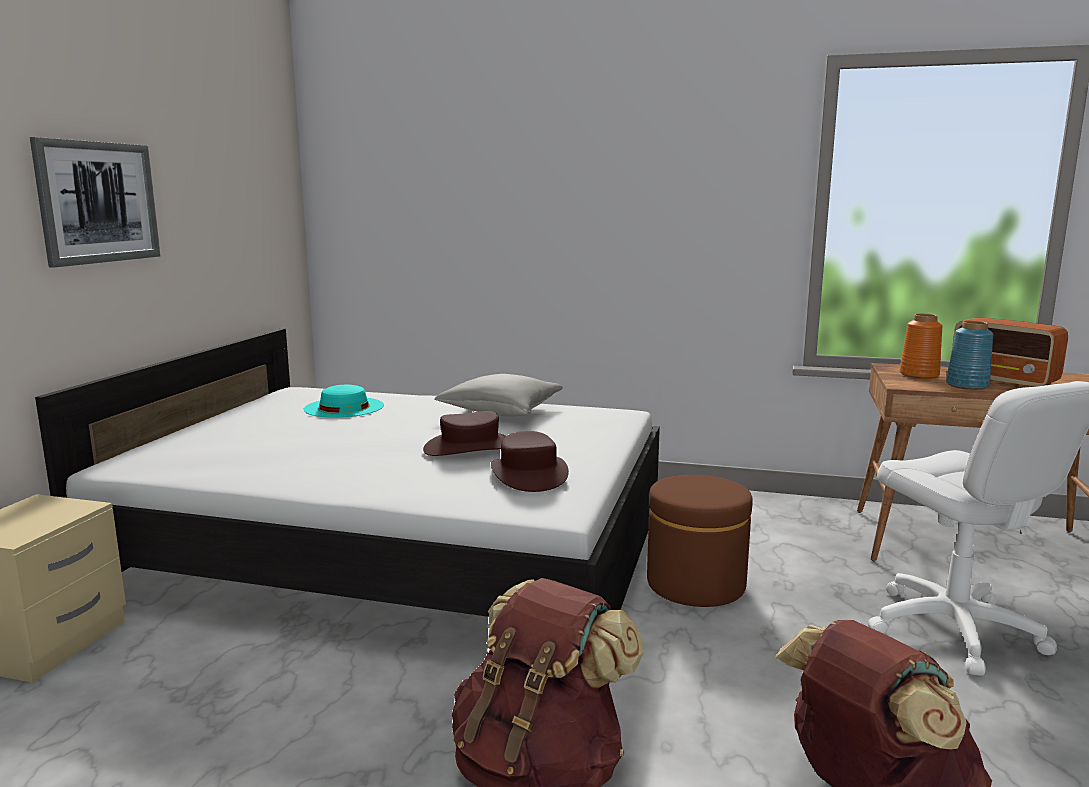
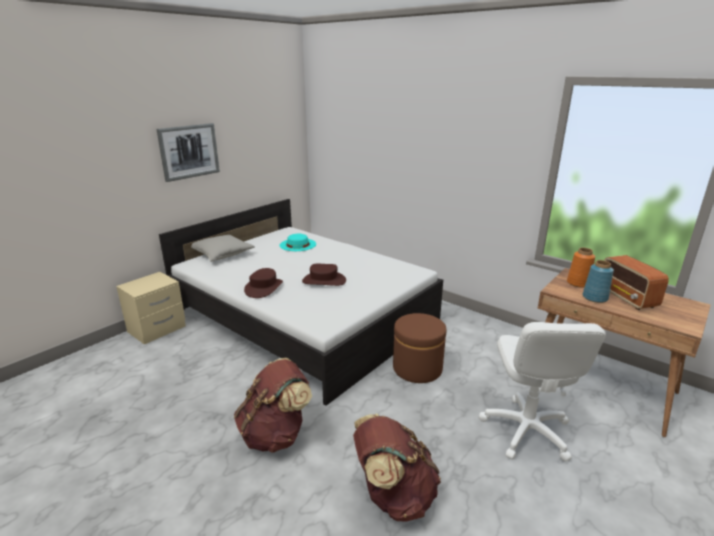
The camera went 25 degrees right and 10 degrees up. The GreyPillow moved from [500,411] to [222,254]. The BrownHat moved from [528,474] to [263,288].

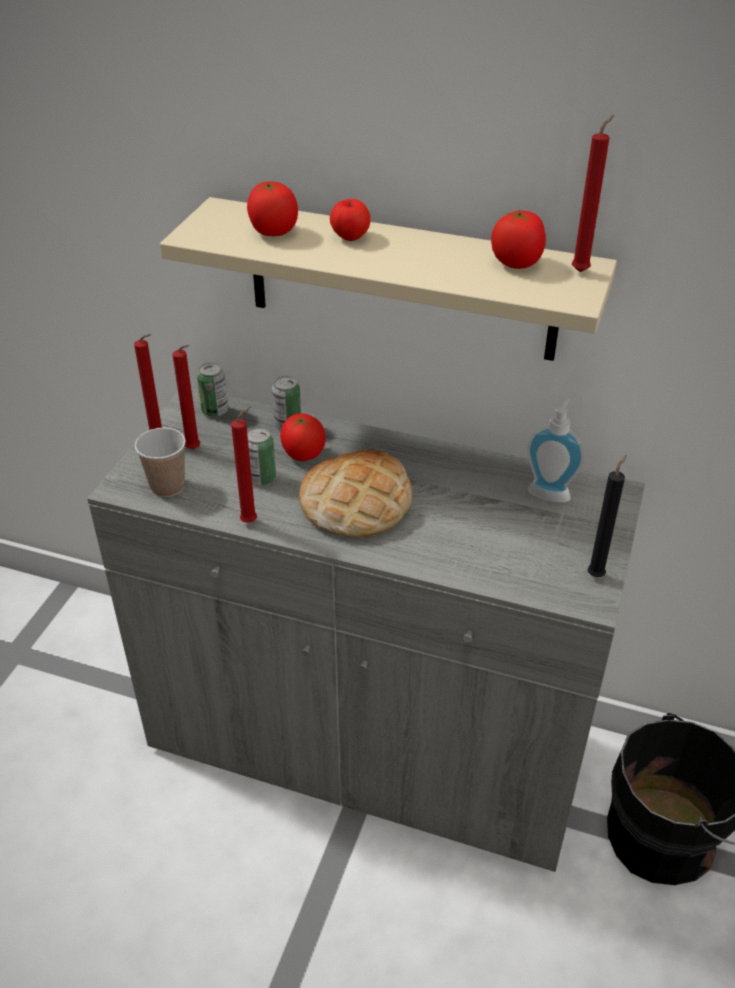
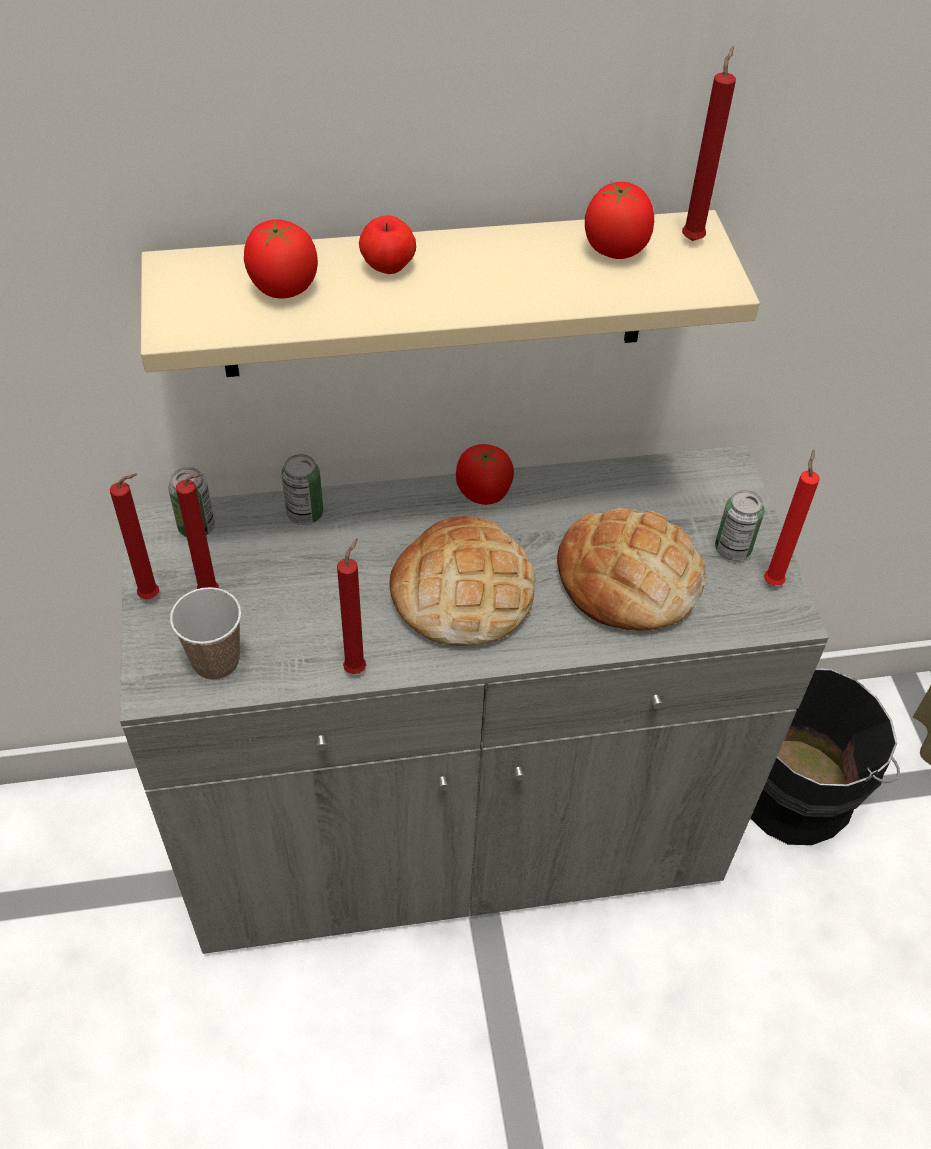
The camera went 30 degrees left and 10 degrees up. The SoapDispenser at [550,491] disappeared. The Tomato moved from [303,454] to [483,493]. The Can moved from [261,478] to [732,549]. The BlackCandle at [597,574] became the RedCandle at [773,580]. The Bread at [629,579] appeared.

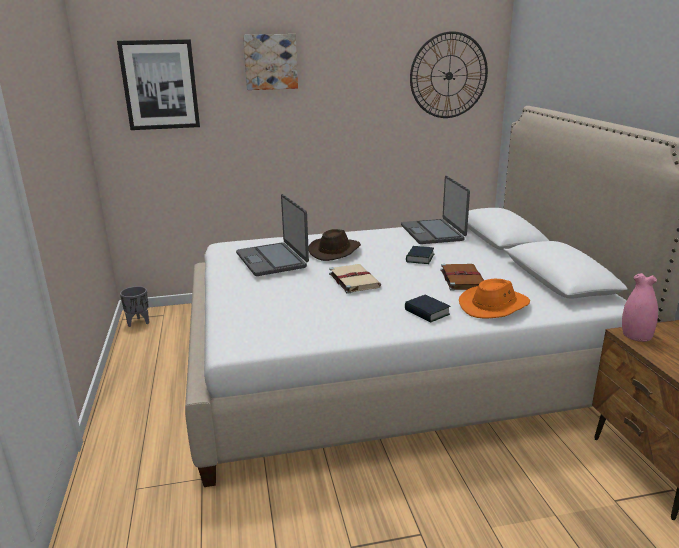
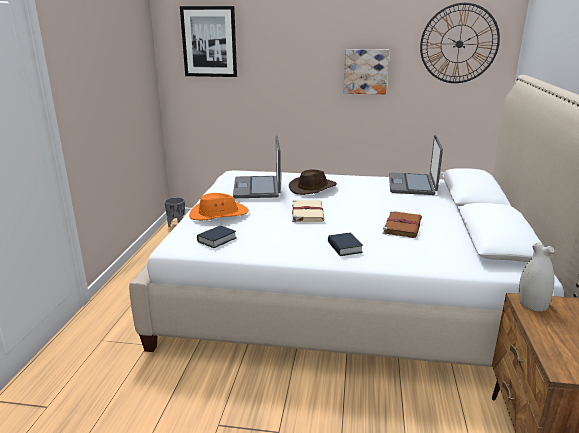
The camera went 20 degrees right and 0 degrees up. The Picture moved from [270,62] to [365,71]. The Book moved from [420,258] to [217,240]. The PinkVase at [635,335] became the WhiteVase at [532,304]. The OrangeHat moved from [494,306] to [218,214].

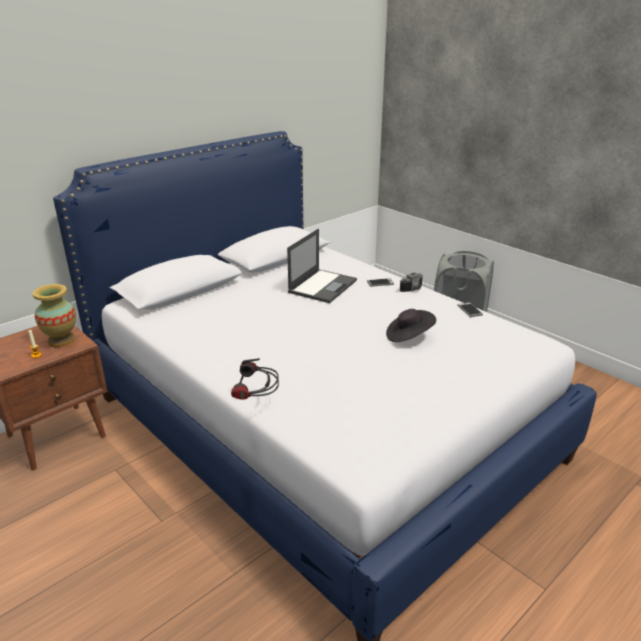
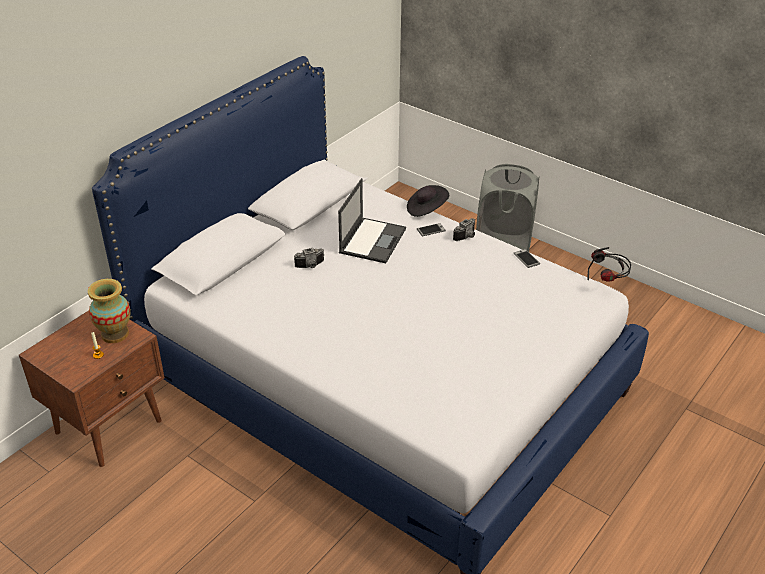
The camera went 10 degrees left and 10 degrees up. The BlackHat moved from [408,336] to [426,209]. The Headphones moved from [256,404] to [607,283]. The PhotoCamera at [310,266] appeared.

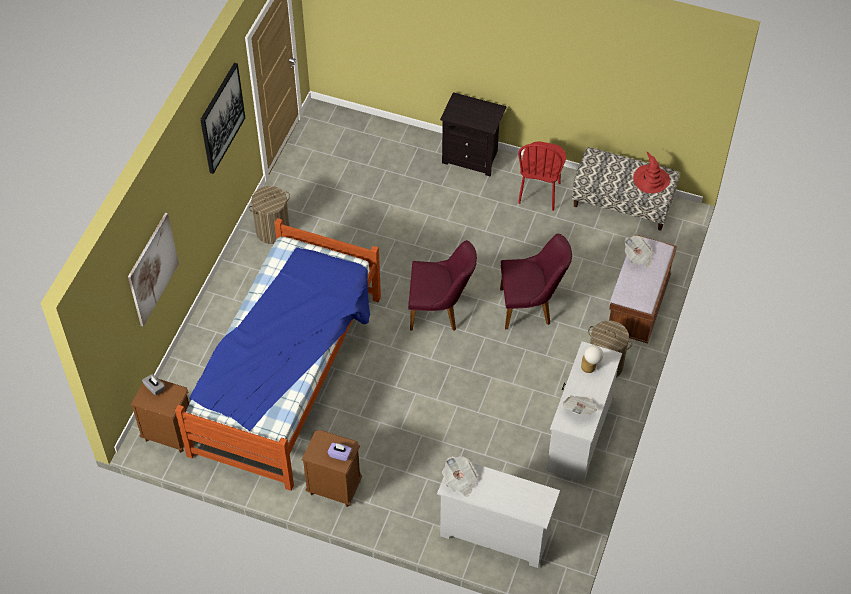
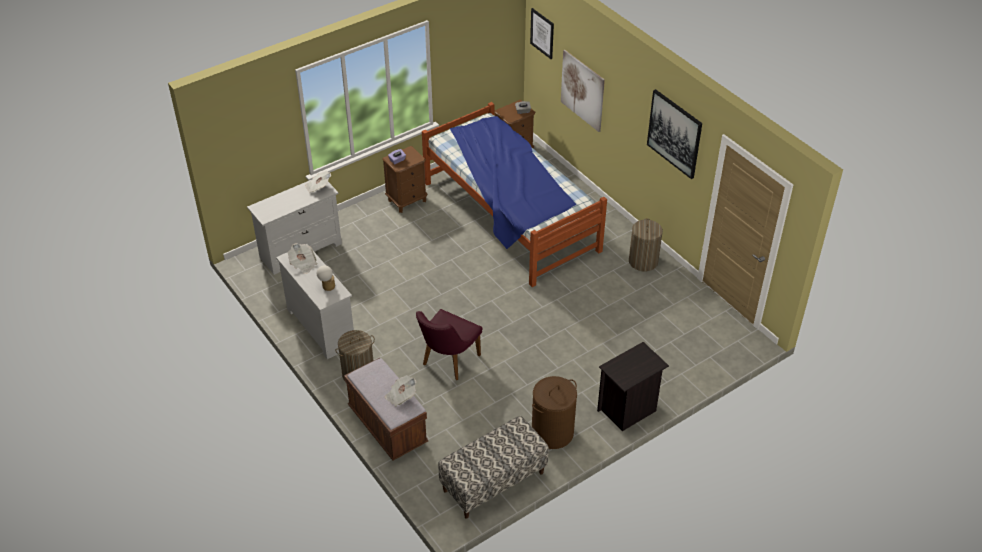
The camera went 125 degrees right and 10 degrees down. The RedChair at [539,193] was replaced by the BrownLaundryBasket at [552,432]. The RedHat at [651,180] disappeared. The PurpleChair at [440,311] disappeared. The Picture at [542,33] appeared.

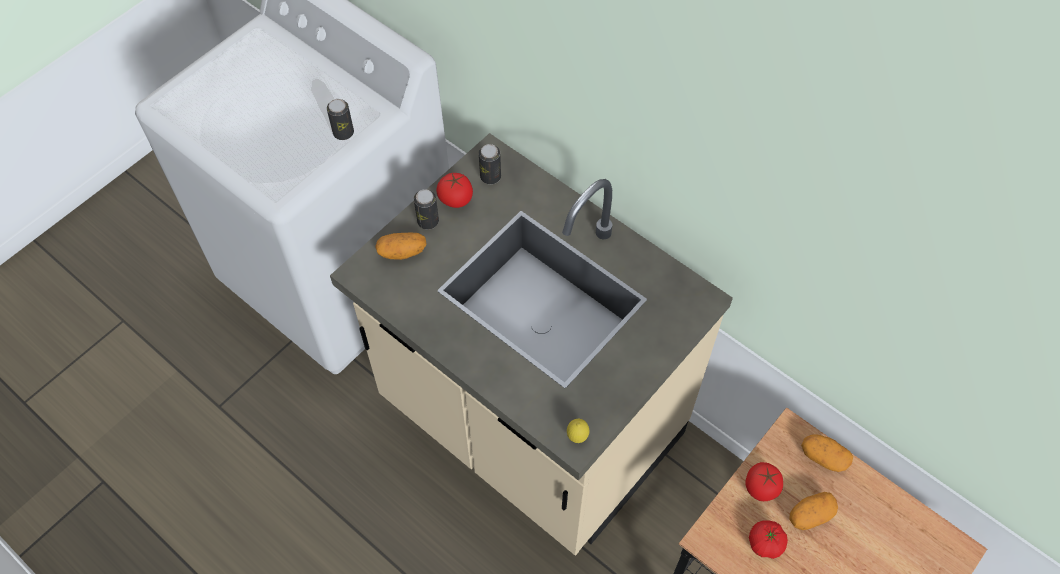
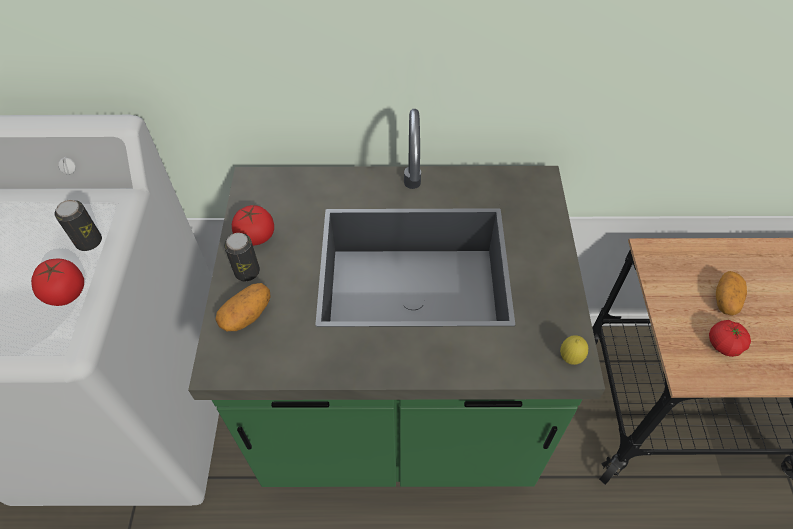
The camera went 40 degrees left and 5 degrees down. The BeigeCounter at [530,423] became the GreenCounter at [398,414]. The Can at [490,177] disappeared. The Potato at [823,457] disappeared. The Tomato moved from [761,487] to [66,292].

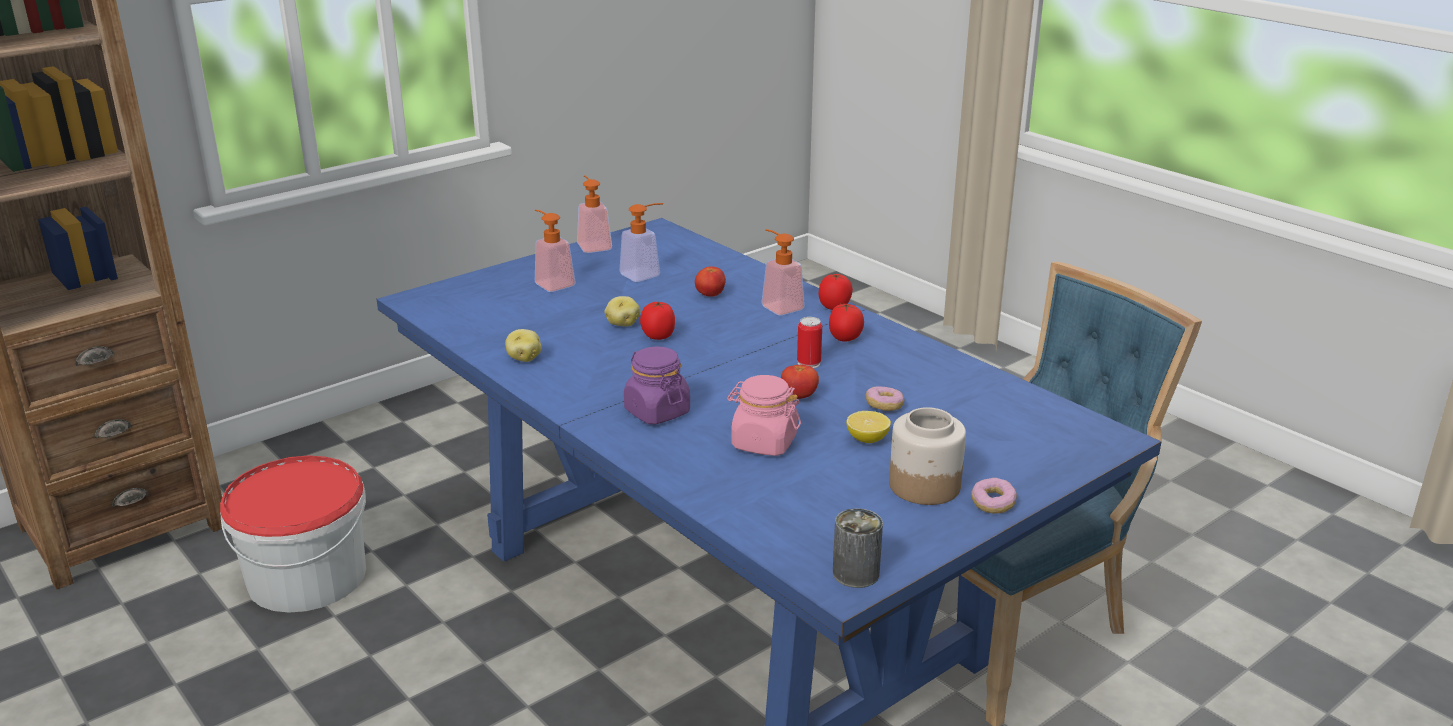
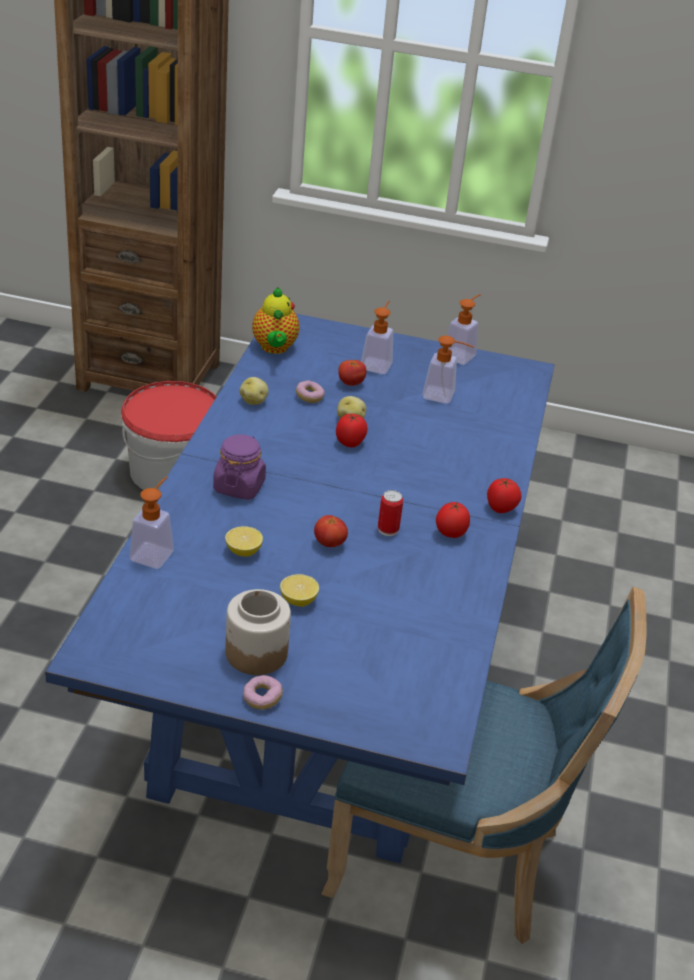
The camera went 50 degrees right and 10 degrees up. The SoapDispenser moved from [778,305] to [155,551]. The Tomato moved from [710,295] to [351,383]. The PinkJar at [763,443] was replaced by the Lemon at [243,551]. The Donut moved from [884,406] to [309,397]. The Can at [856,573] disappeared. The Teapot at [274,348] appeared.

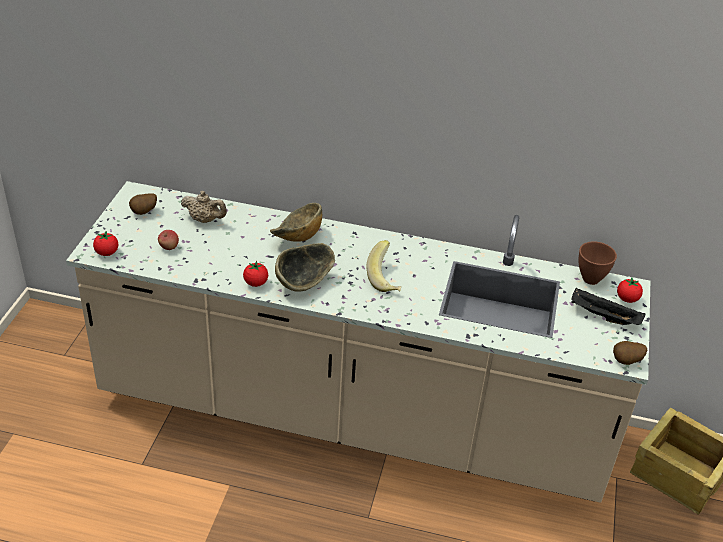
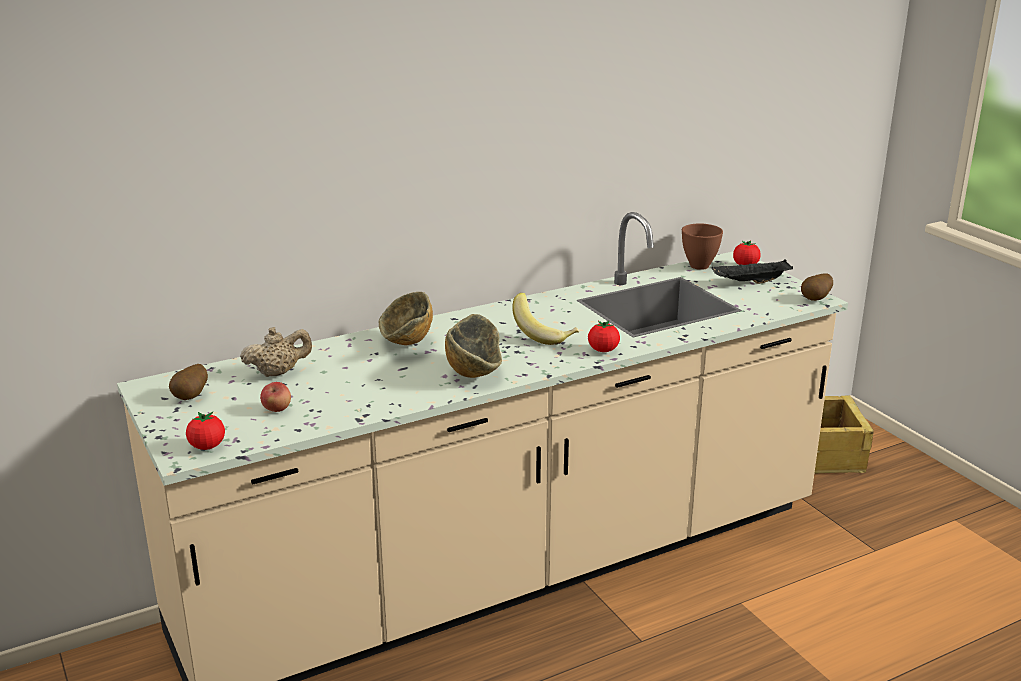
The camera went 40 degrees left and 15 degrees down. The Tomato moved from [255,283] to [603,350].

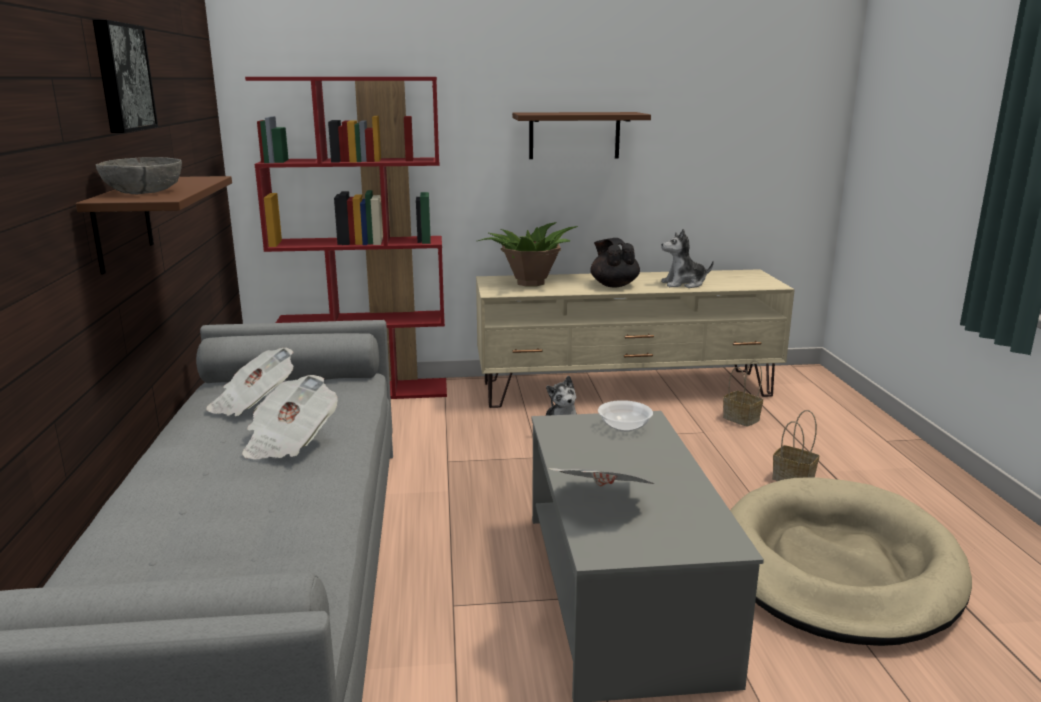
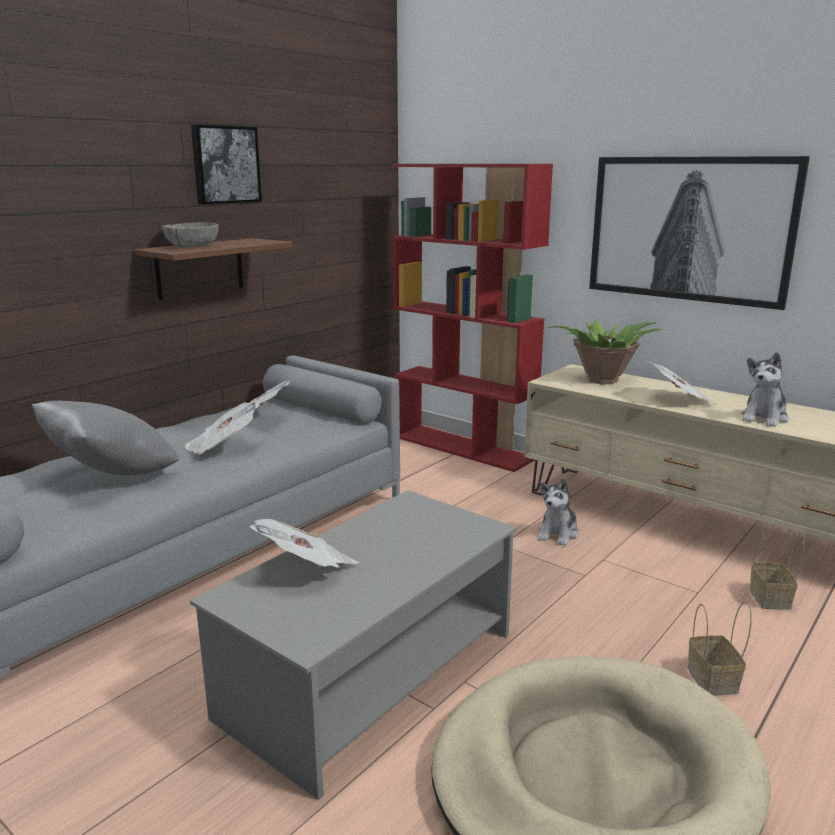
The camera went 45 degrees right and 0 degrees up. The BrownShelf at [574,135] was replaced by the Picture at [688,229]. The PlushToy at [684,284] turned 90 degrees counterclockwise. The BlackTeapot at [613,285] was replaced by the Newspaper at [680,400]. The Bowl at [624,426] disappeared. The GreyPillow at [111,475] appeared.

